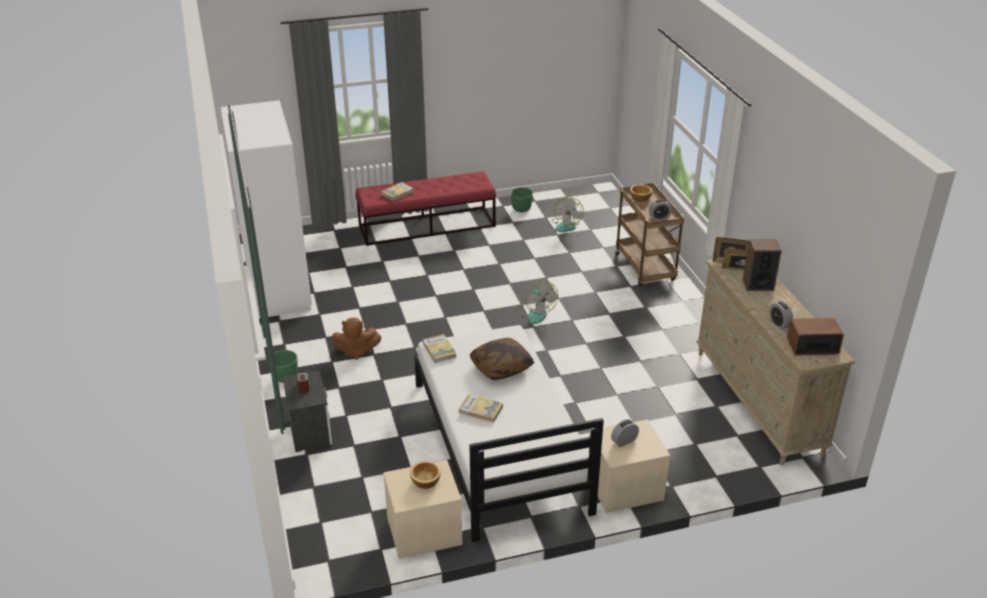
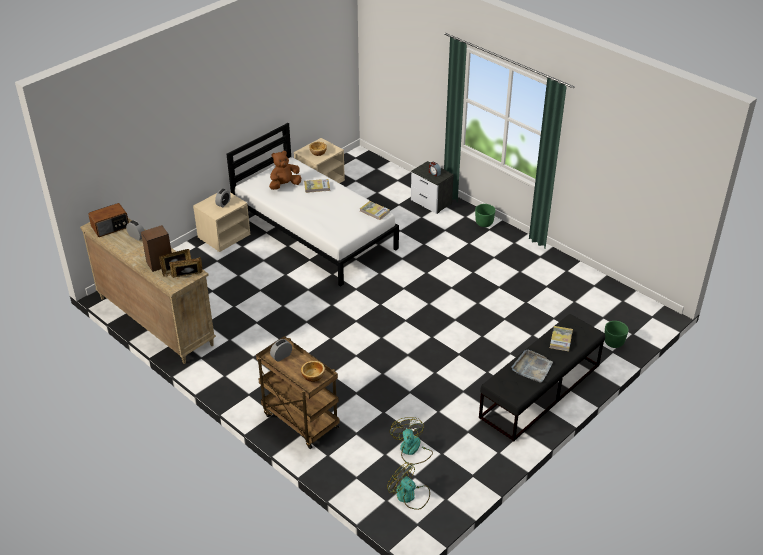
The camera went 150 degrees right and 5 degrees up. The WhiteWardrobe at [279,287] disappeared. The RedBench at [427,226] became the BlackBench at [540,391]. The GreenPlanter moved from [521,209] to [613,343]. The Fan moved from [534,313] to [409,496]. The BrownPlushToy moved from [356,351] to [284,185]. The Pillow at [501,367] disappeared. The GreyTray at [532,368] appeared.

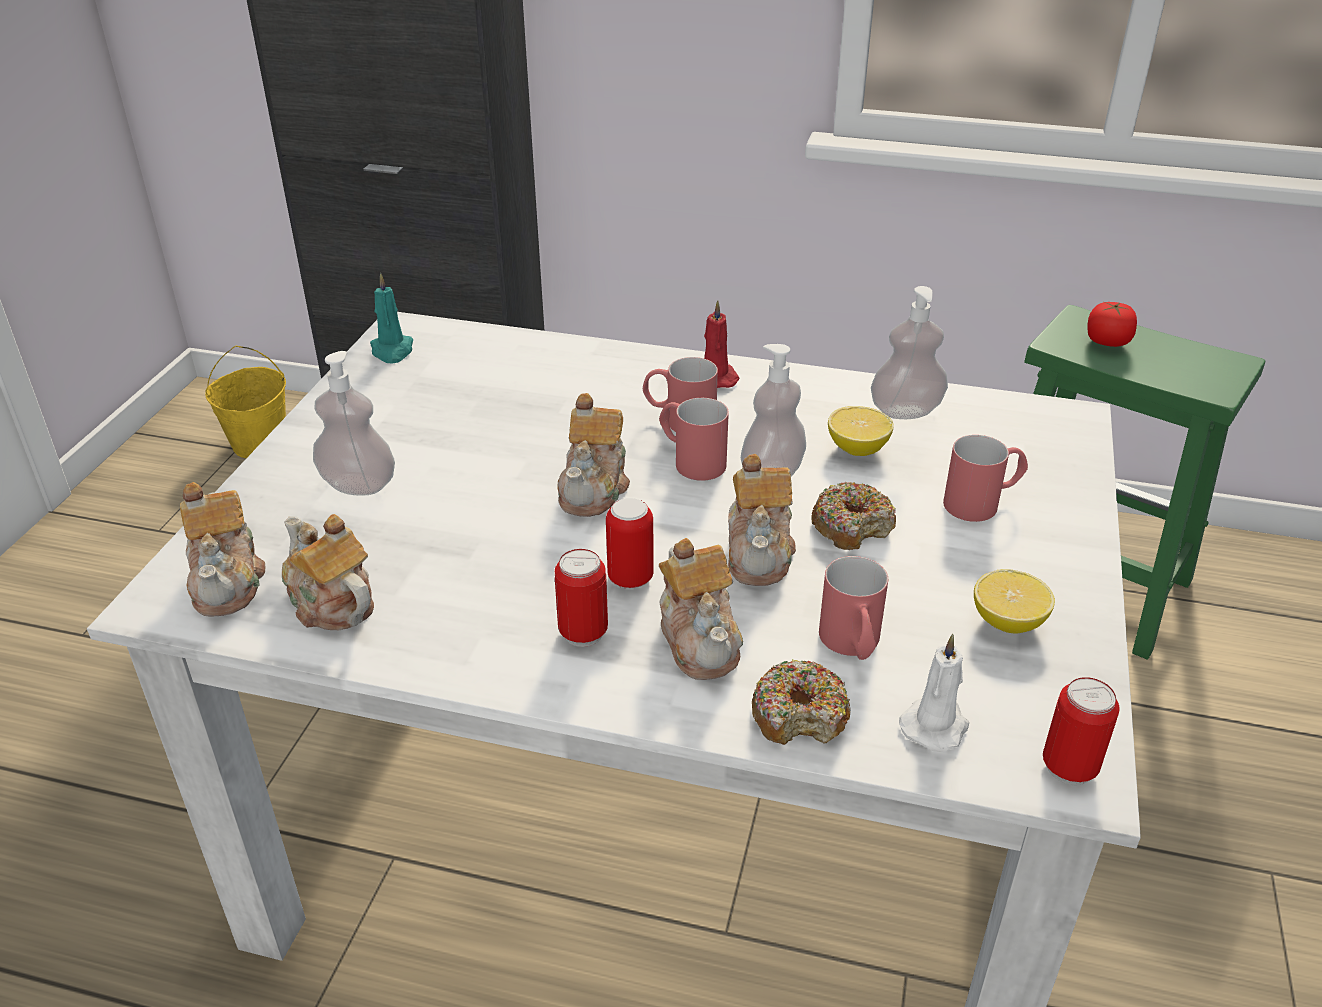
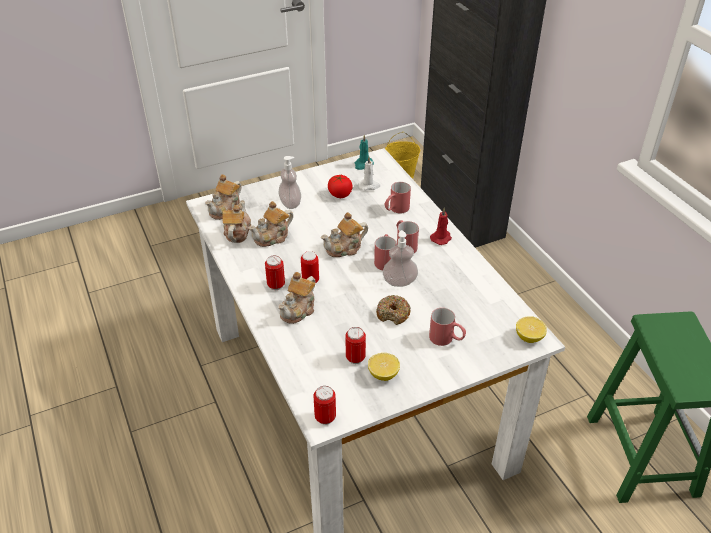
The camera went 50 degrees right and 5 degrees up. The SoapDispenser at [905,411] disappeared. The Tomato moved from [1107,342] to [340,194]. The Lemon moved from [857,448] to [529,337]. The Teapot moved from [760,552] to [272,237]. The RedMug moved from [852,647] to [396,210]. The WhiteCandle moved from [935,724] to [369,186]. The Donut at [800,715] disappeared. The Can at [355,358] appeared.

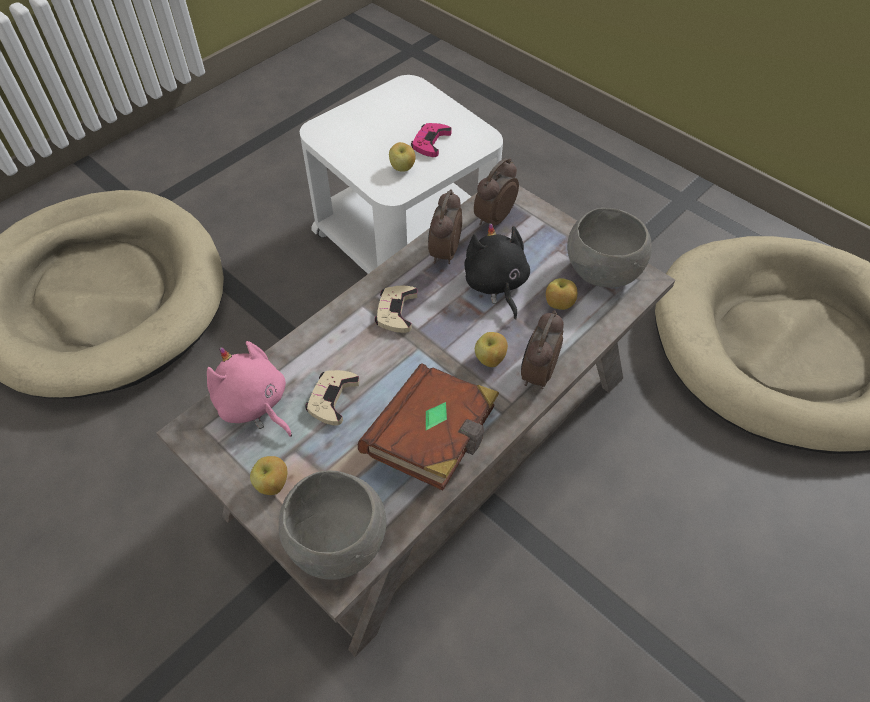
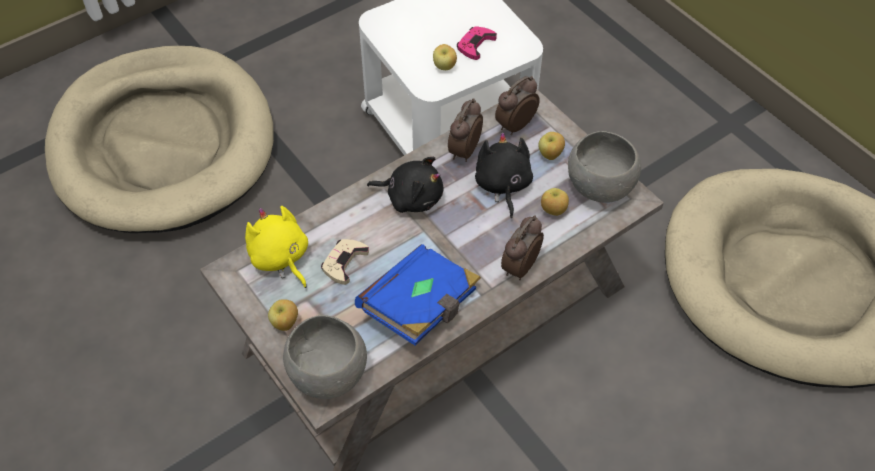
The camera went 10 degrees right and 0 degrees up. The BeigeGameController at [396,311] was replaced by the BlackPlushToy at [411,197]. The Apple moved from [490,360] to [550,155]. The PinkPlushToy at [254,405] became the YellowPlushToy at [280,258]. The BrownBook at [434,438] became the BlueBook at [421,306].

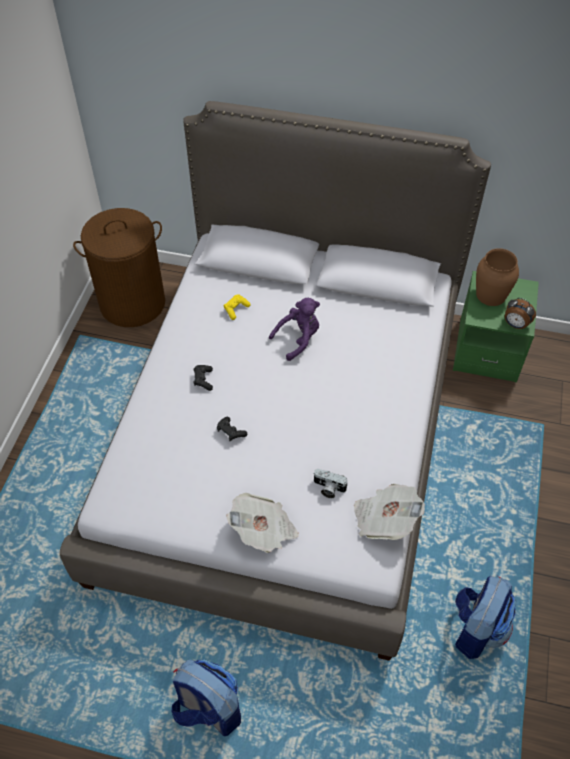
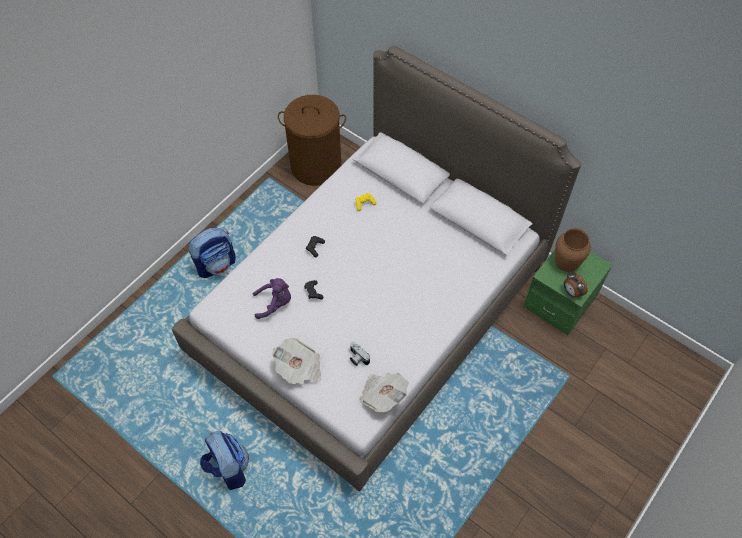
The camera went 25 degrees right and 5 degrees up. The PurplePlushToy moved from [298,339] to [275,303]. The Backpack moved from [476,628] to [216,264].

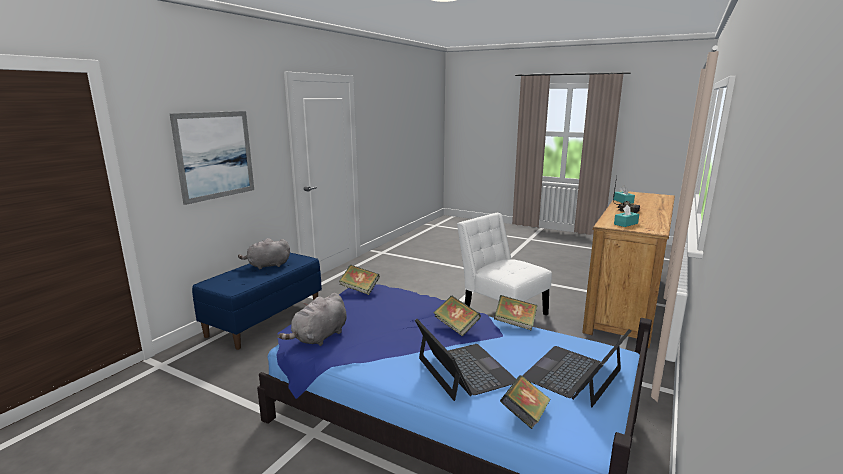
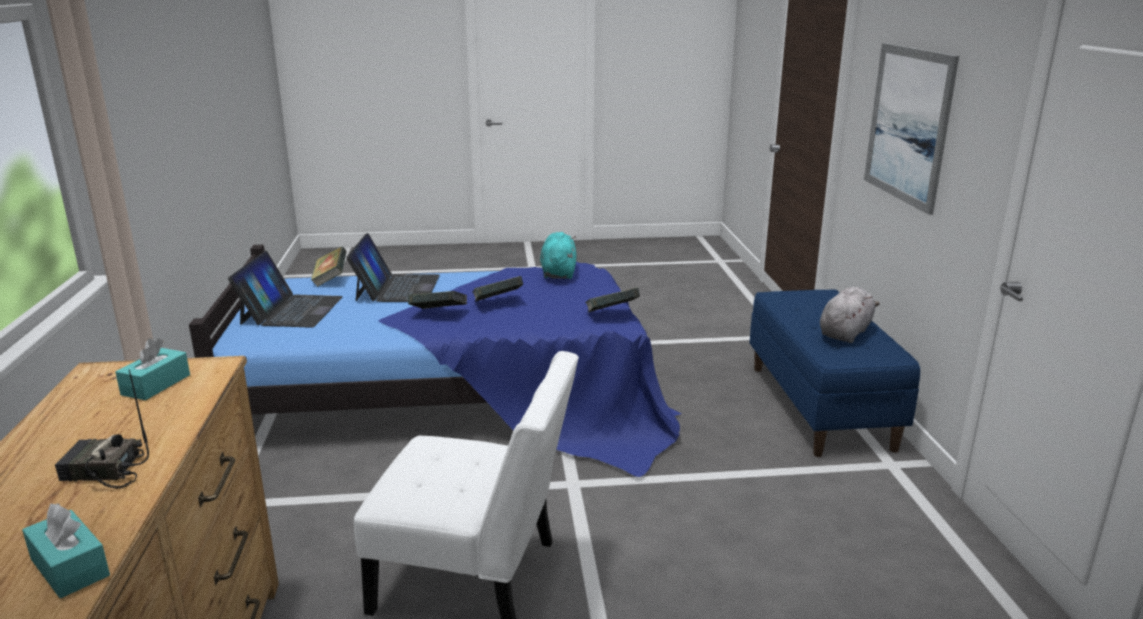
The camera went 145 degrees right and 5 degrees up. The GreyPlushToy at [319,337] became the TurquoisePlushToy at [558,273]. The Book moved from [515,323] to [497,303]. The Laptop at [464,370] turned 120 degrees counterclockwise.

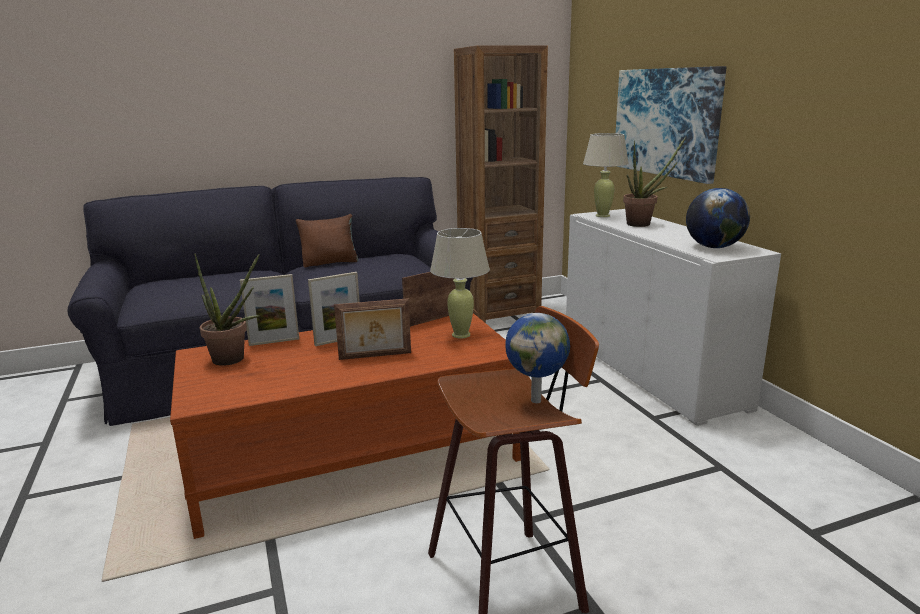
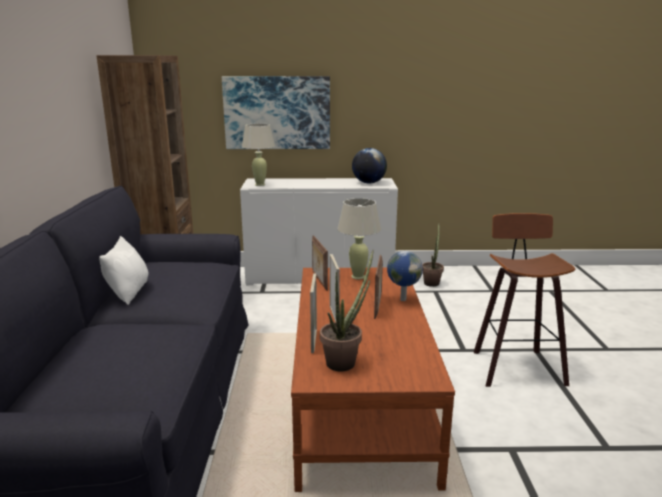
The camera went 70 degrees left and 0 degrees up. The PottedPlant moved from [643,224] to [432,282]. The BrownPillow at [330,263] became the WhitePillow at [129,293]. The Globe moved from [536,400] to [402,299].

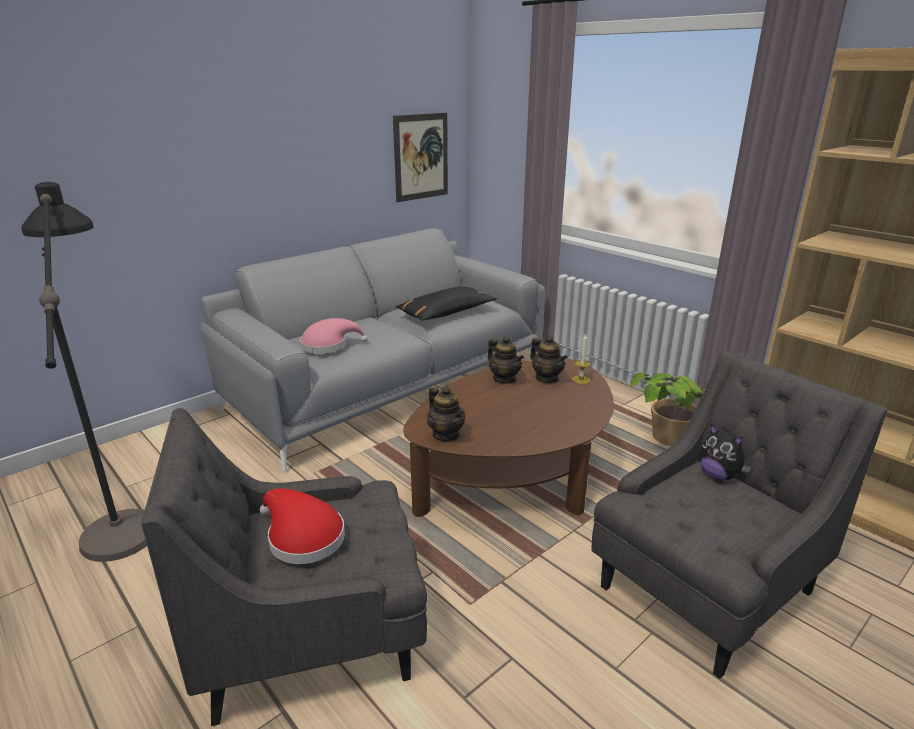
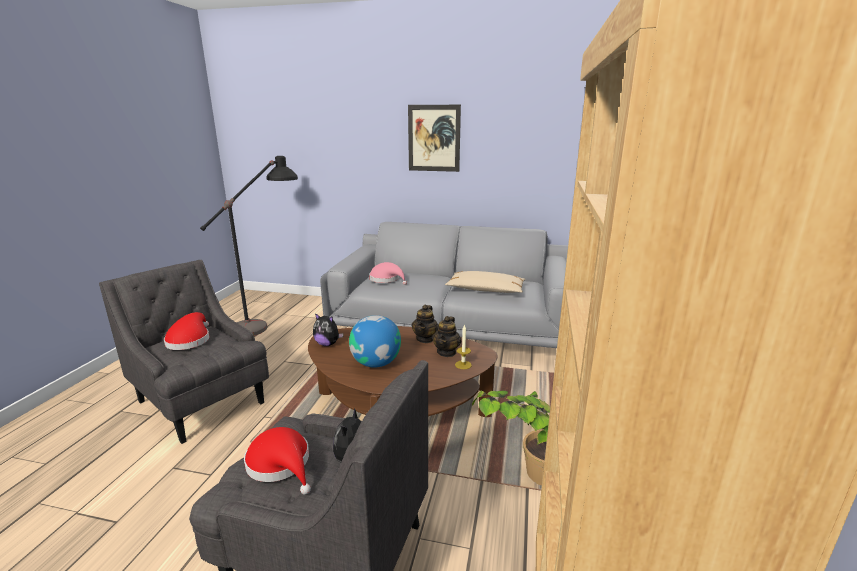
The camera went 55 degrees right and 5 degrees down. The Picture moved from [421,157] to [434,138]. The BlackPillow at [446,313] became the BeigePillow at [485,290]. The Teapot at [446,435] was replaced by the PlushToy at [327,344]. The Globe at [376,363] appeared. The RedHat at [281,464] appeared.

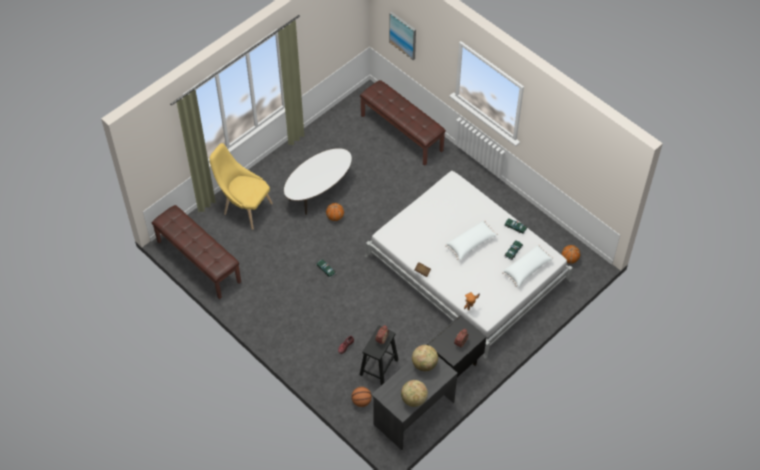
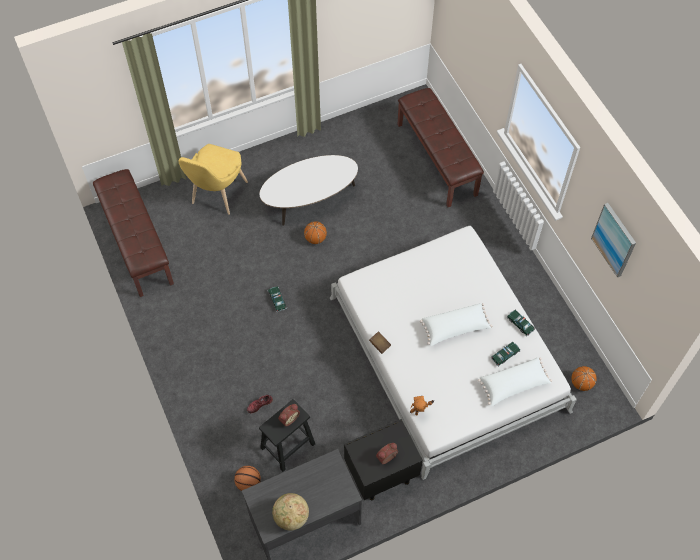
The camera went 20 degrees right and 5 degrees up. The Picture moved from [403,35] to [614,239]. The YellowChair at [245,208] turned 120 degrees counterclockwise. The Globe at [424,364] disappeared.

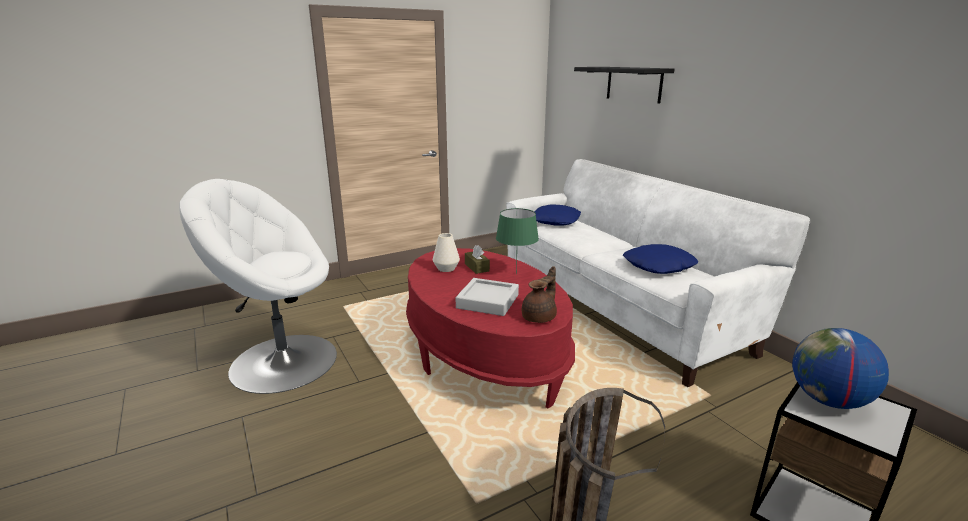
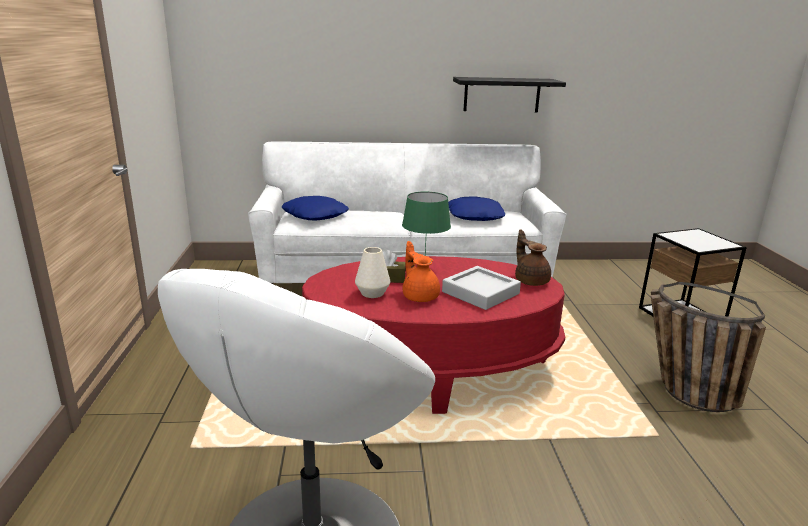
The camera went 65 degrees left and 0 degrees up. The BlackShelf moved from [634,84] to [502,94]. The Globe at [828,400] disappeared. The OrangeTeapot at [420,296] appeared.

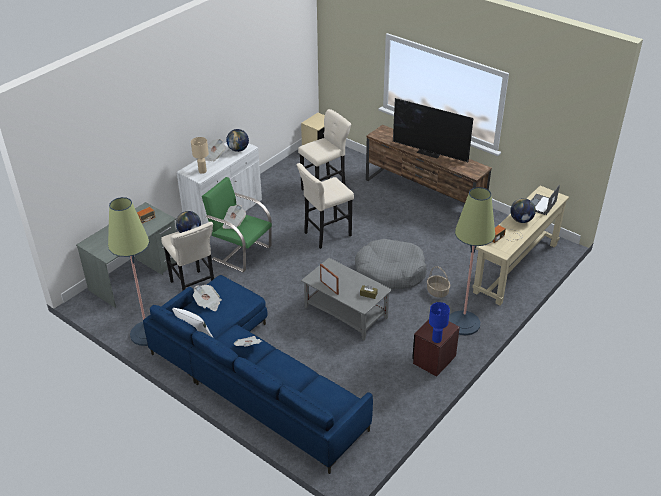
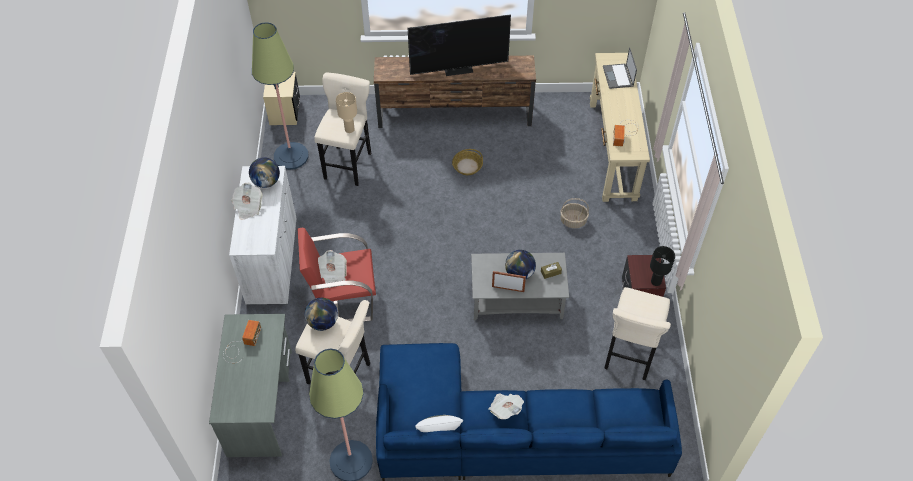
The camera went 40 degrees left and 15 degrees up. The BeigeTableLamp moved from [202,171] to [349,129]. The BeigeStool moved from [325,235] to [629,356]. The GreenArmchair at [241,252] became the RedArmchair at [343,298]. The FloorLamp moved from [463,323] to [291,156]. The Globe moved from [521,220] to [519,273]. The GreyDogBed at [390,272] disappeared. The Newspaper at [208,303] disappeared. The BlueTableLamp at [437,339] became the BlackTableLamp at [656,281]. The Basket at [467,166] appeared.

